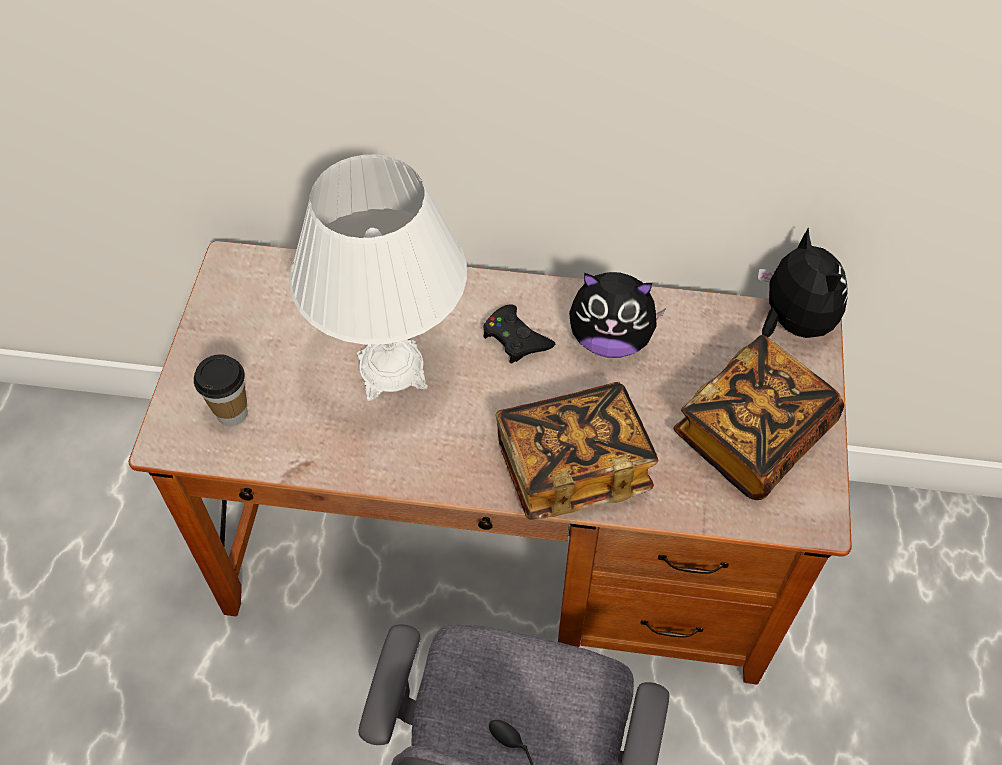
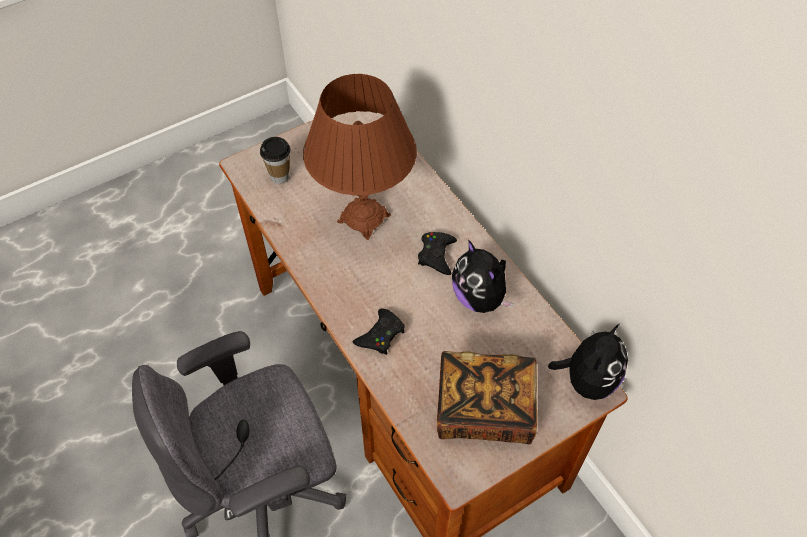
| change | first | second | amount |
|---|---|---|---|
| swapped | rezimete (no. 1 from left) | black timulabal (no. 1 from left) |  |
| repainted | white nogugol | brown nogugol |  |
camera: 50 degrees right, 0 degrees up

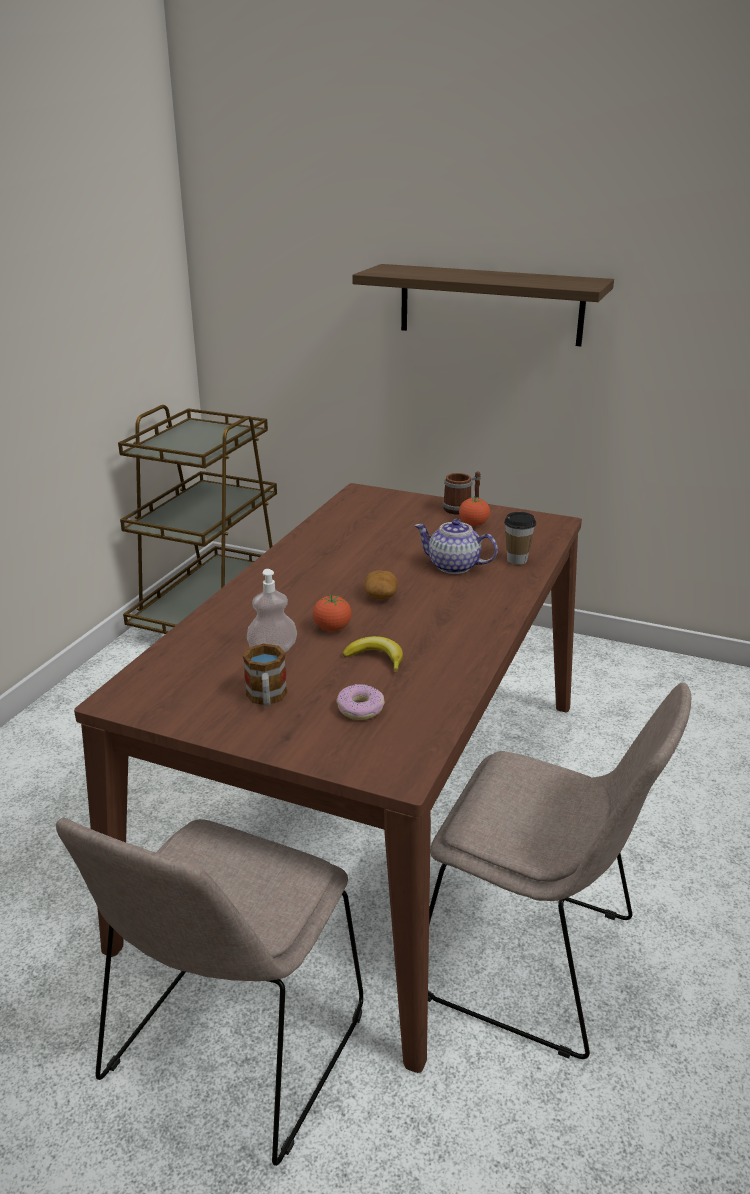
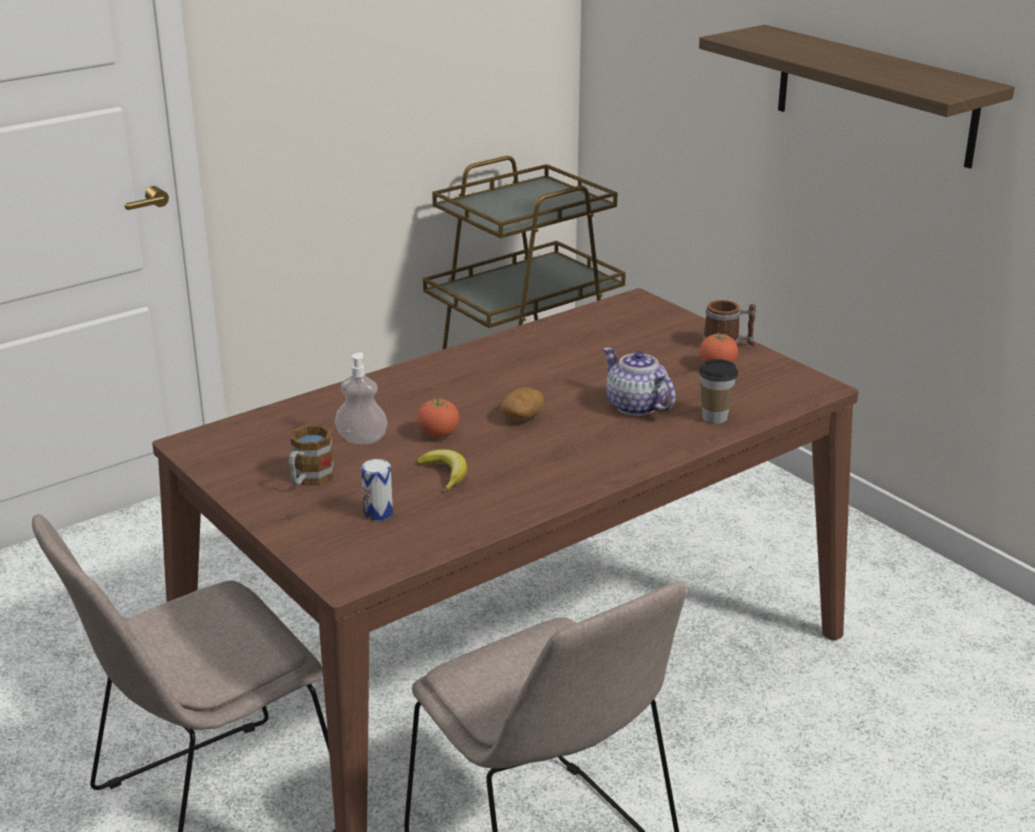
| change | first | second | amount |
|---|---|---|---|
| swapped | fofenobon | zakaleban |  |
camera: 30 degrees right, 0 degrees up

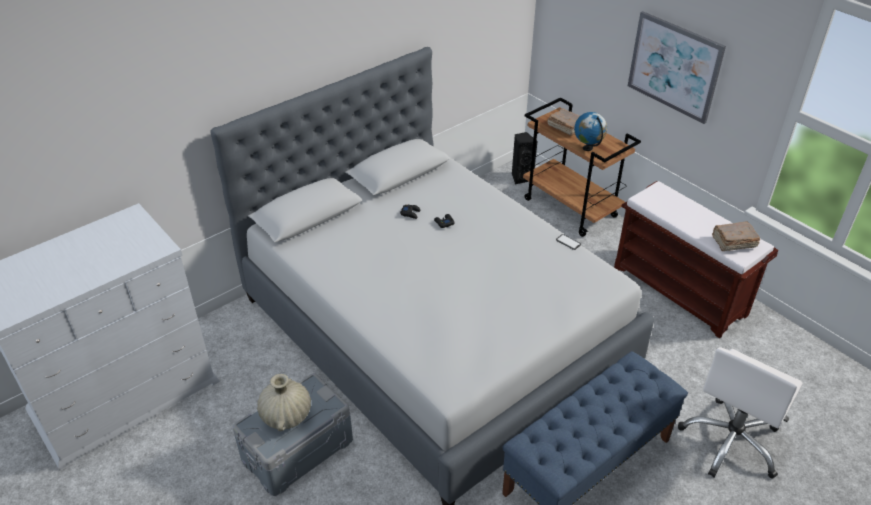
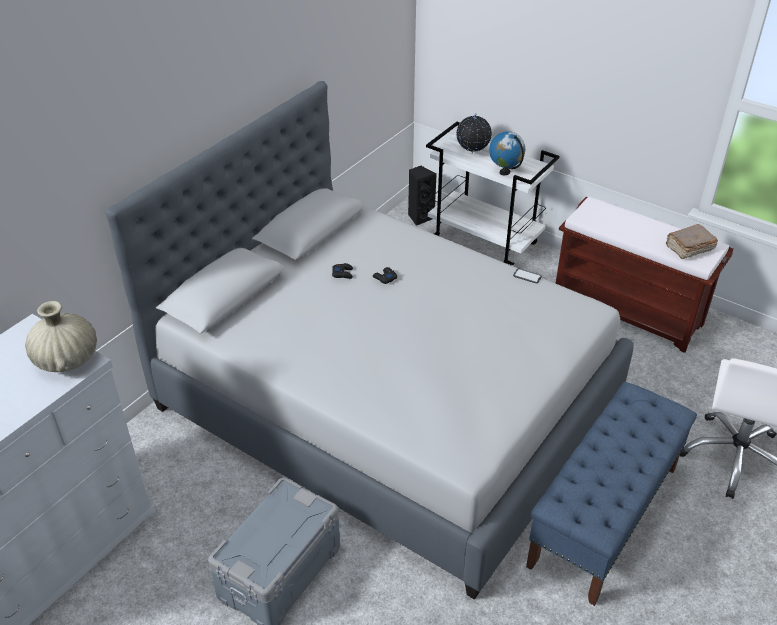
| change | first | second | amount |
|---|---|---|---|
| gone | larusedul |  |  |
| shifted | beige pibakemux |  |  |
| swapped | brown rezimete (no. 1 from left) | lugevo (no. 1 from left) |  |
| repainted | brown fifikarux | white fifikarux |  |
camera: 15 degrees left, 0 degrees up

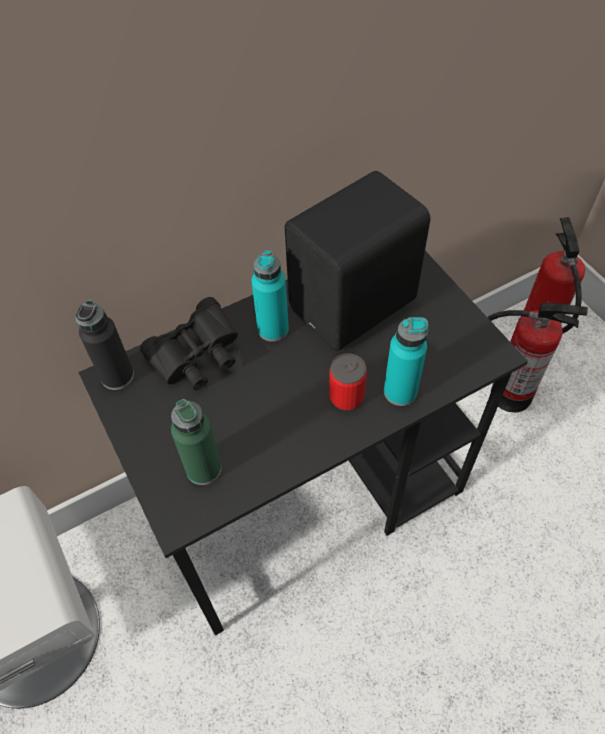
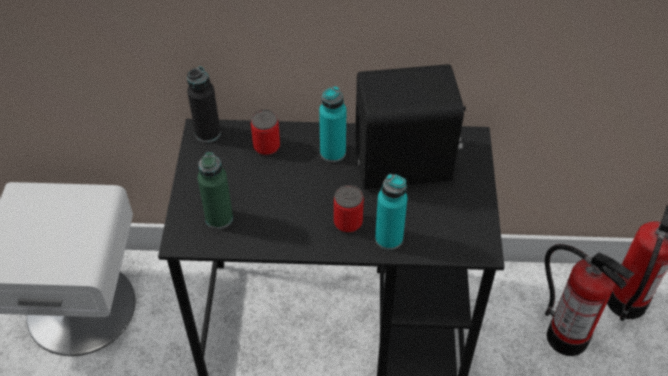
| change | first | second | amount |
|---|---|---|---|
| swapped | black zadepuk | zakaleban (no. 1 from left) |  |
camera: 30 degrees right, 5 degrees down

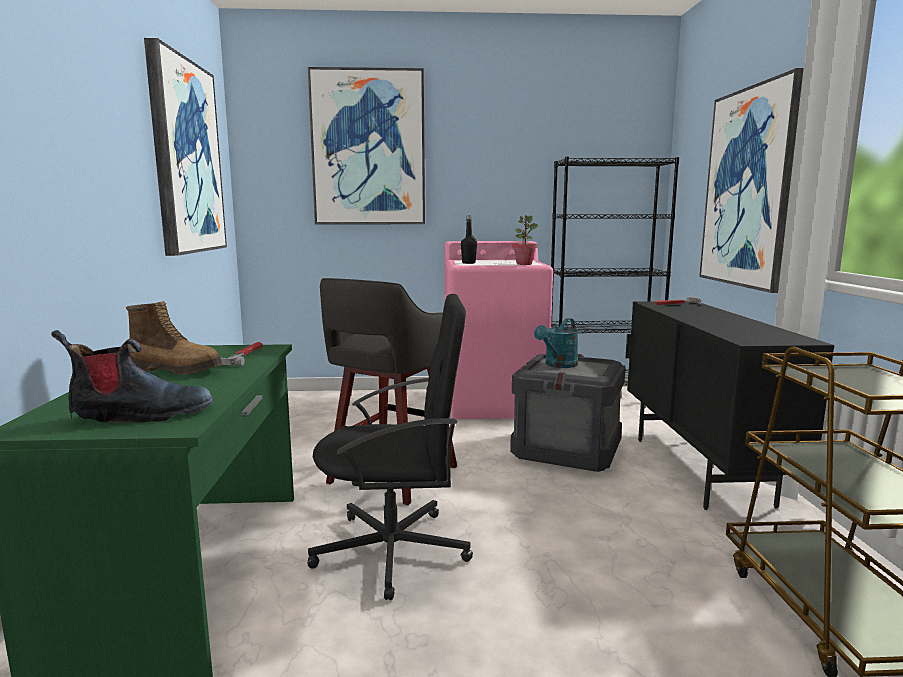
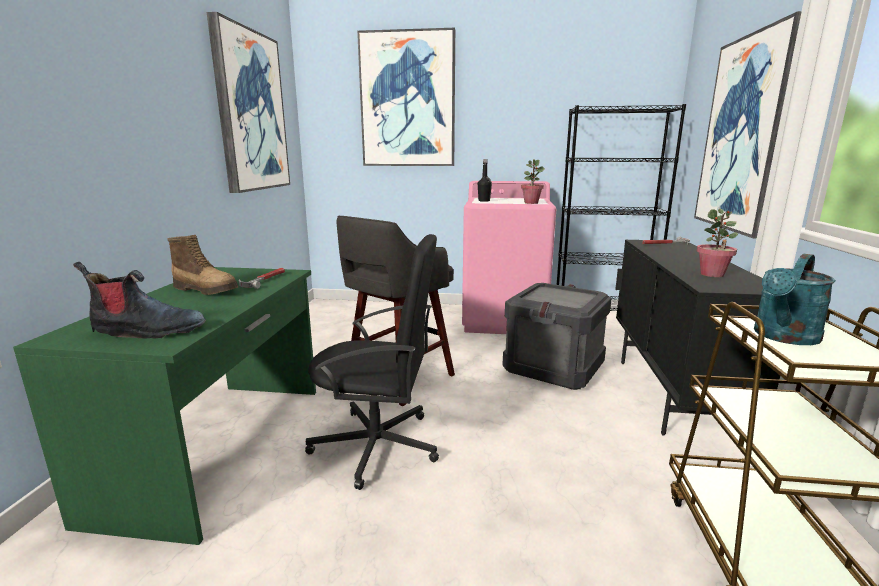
| change | first | second | amount |
|---|---|---|---|
| new |  | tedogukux (no. 2 from left) |  |
| shifted | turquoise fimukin |  |  |
camera: 10 degrees right, 5 degrees up

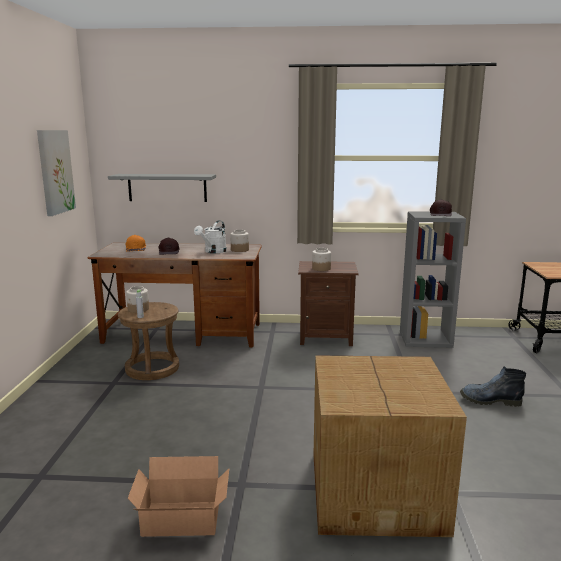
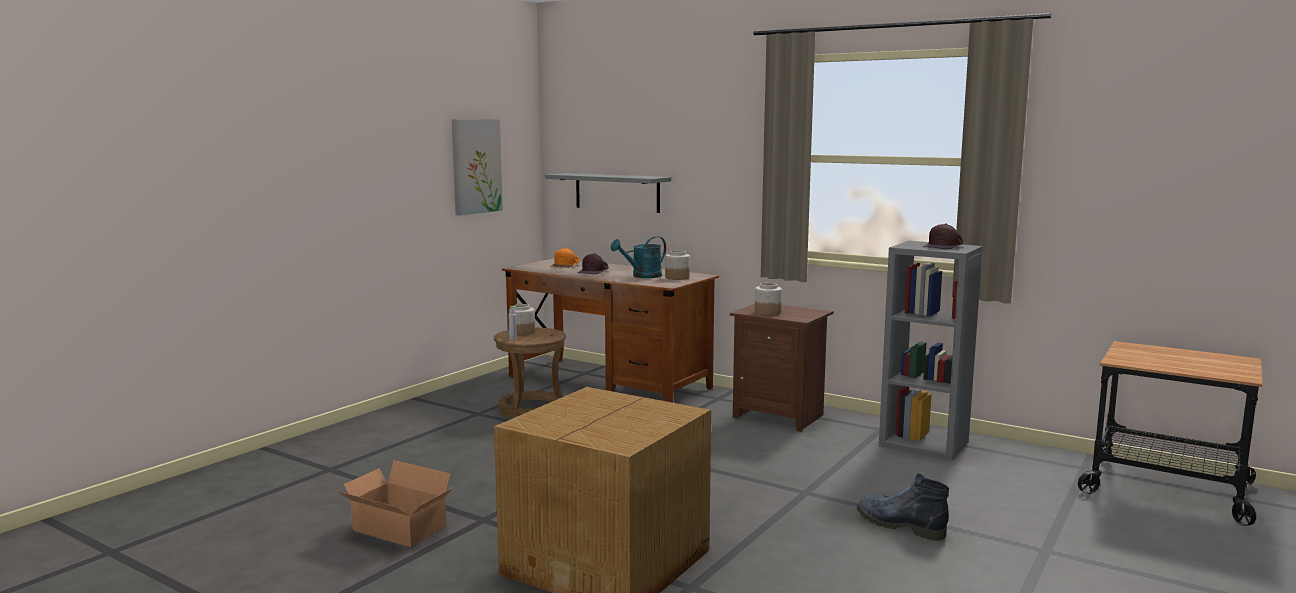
| change | first | second | amount |
|---|---|---|---|
| repainted | white fimukin | turquoise fimukin |  |
camera: 30 degrees right, 5 degrees down

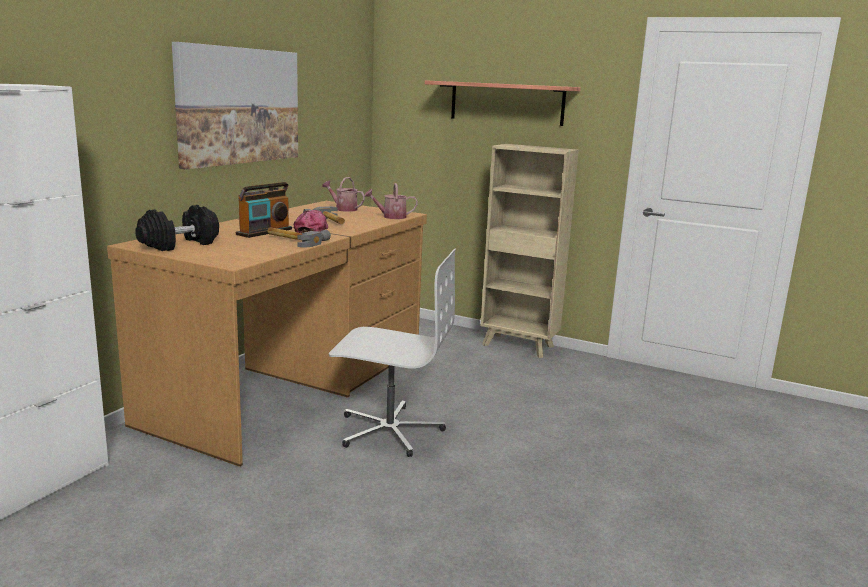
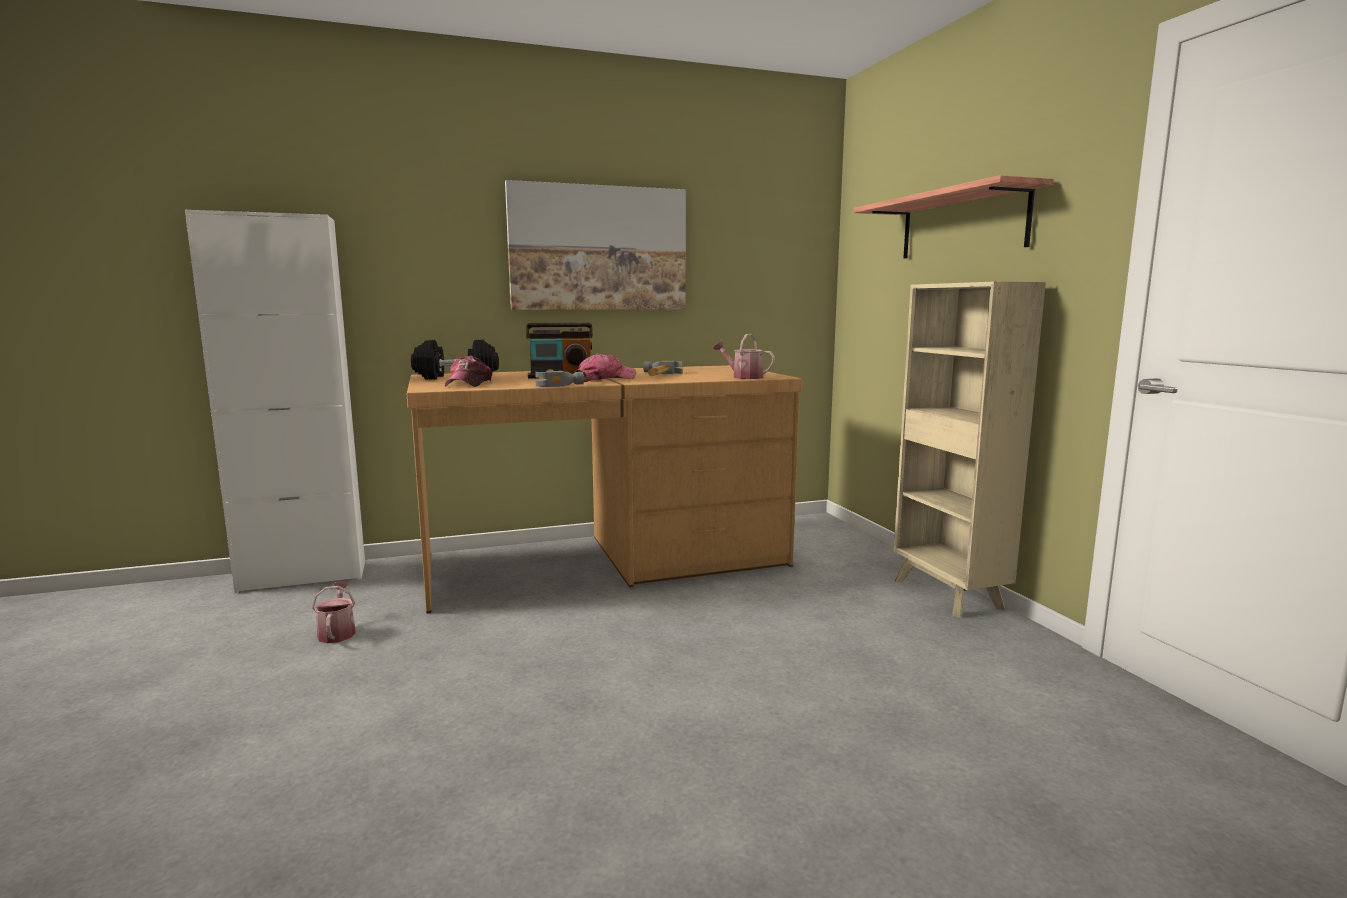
| change | first | second | amount |
|---|---|---|---|
| gone | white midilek |  |  |
| new |  | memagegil (no. 1 from left) |  |
| shifted | fimukin (no. 1 from left) |  |  |
camera: 45 degrees right, 5 degrees down

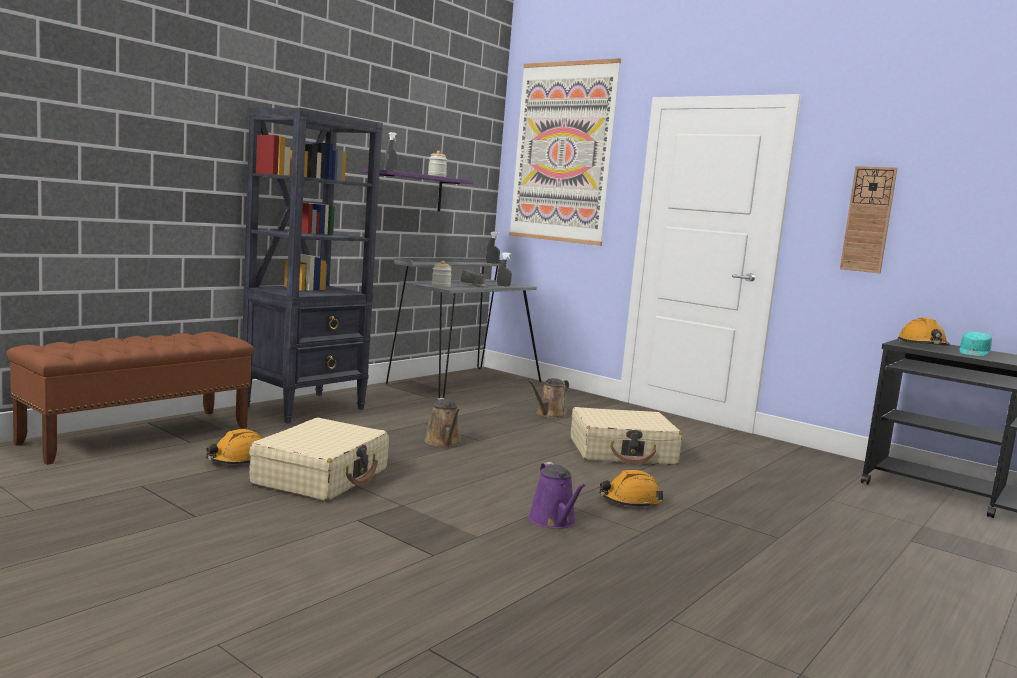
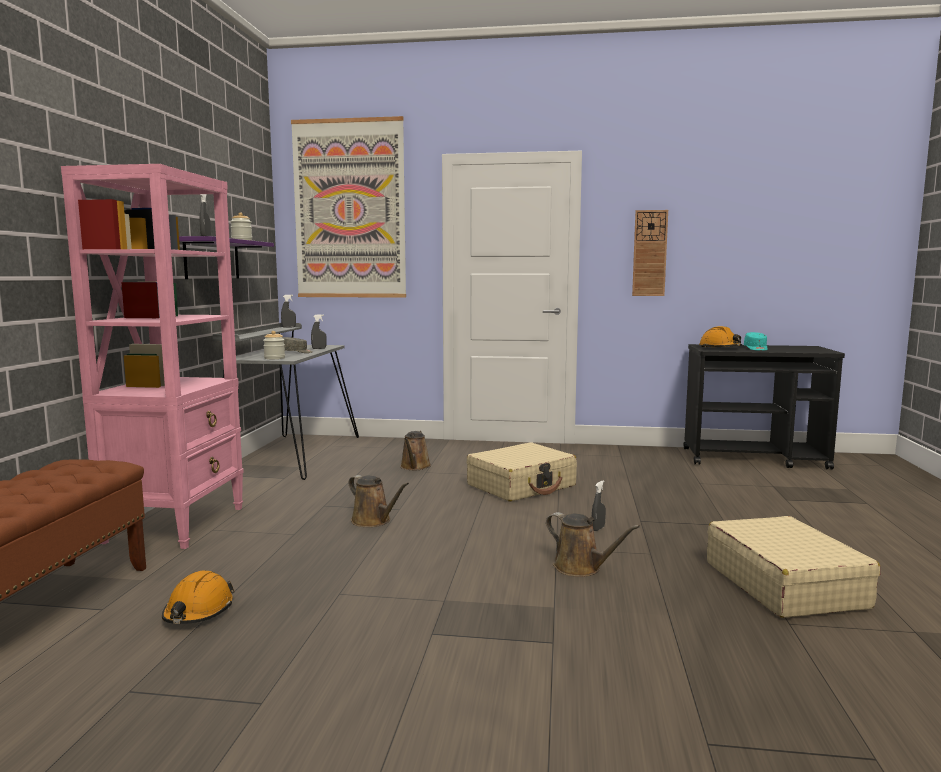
| change | first | second | amount |
|---|---|---|---|
| shifted | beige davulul (no. 1 from left in the first image) | beige davulul (no. 2 from left) |  |
| swapped | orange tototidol (no. 2 from left) | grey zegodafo (no. 4 from left) |  |
| repainted | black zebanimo | pink zebanimo |  |
| repainted | purple fimukin | brown fimukin (no. 3 from left) |  |
camera: 30 degrees left, 0 degrees up

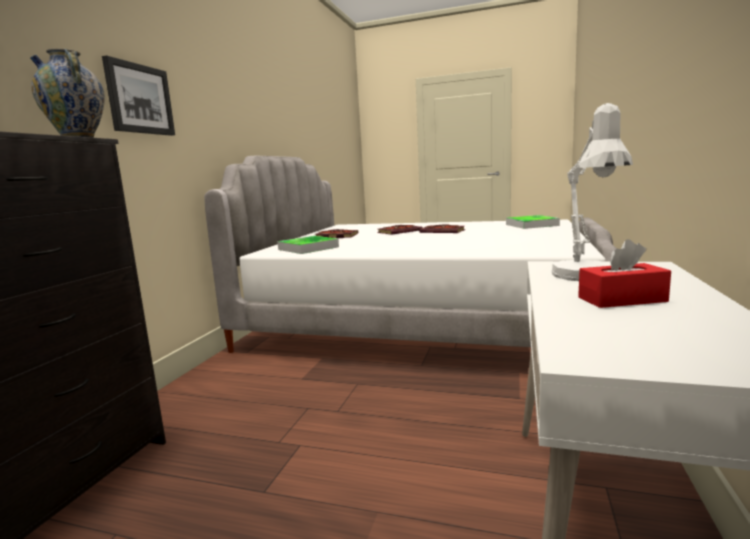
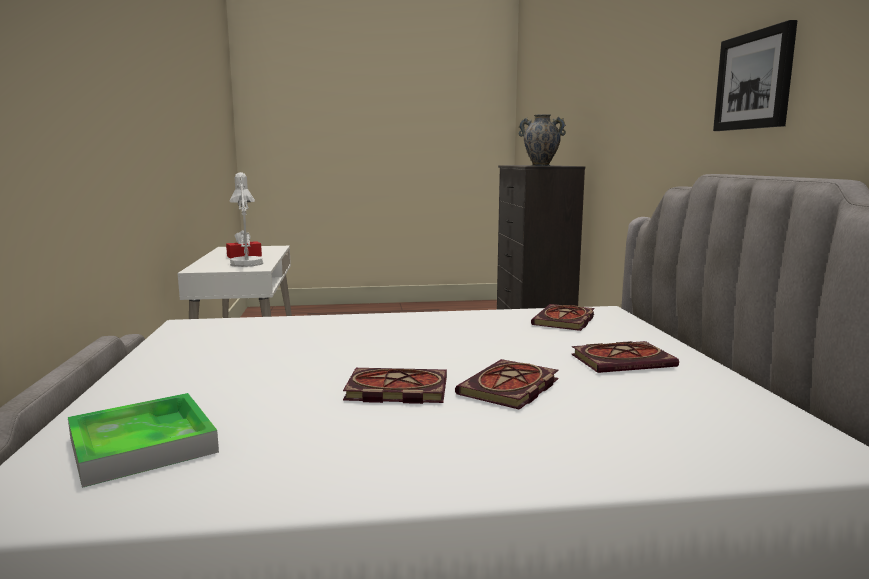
| change | first | second | amount |
|---|---|---|---|
| shifted | larusedul |  |  |
| swapped | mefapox (no. 1 from left) | rezimete (no. 3 from left) |  |
camera: 155 degrees right, 0 degrees up

